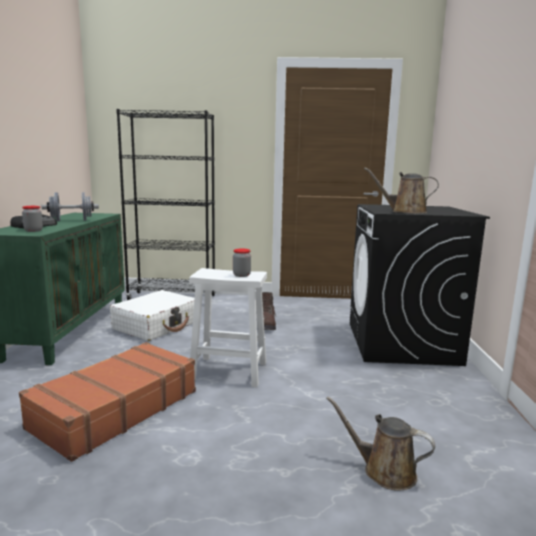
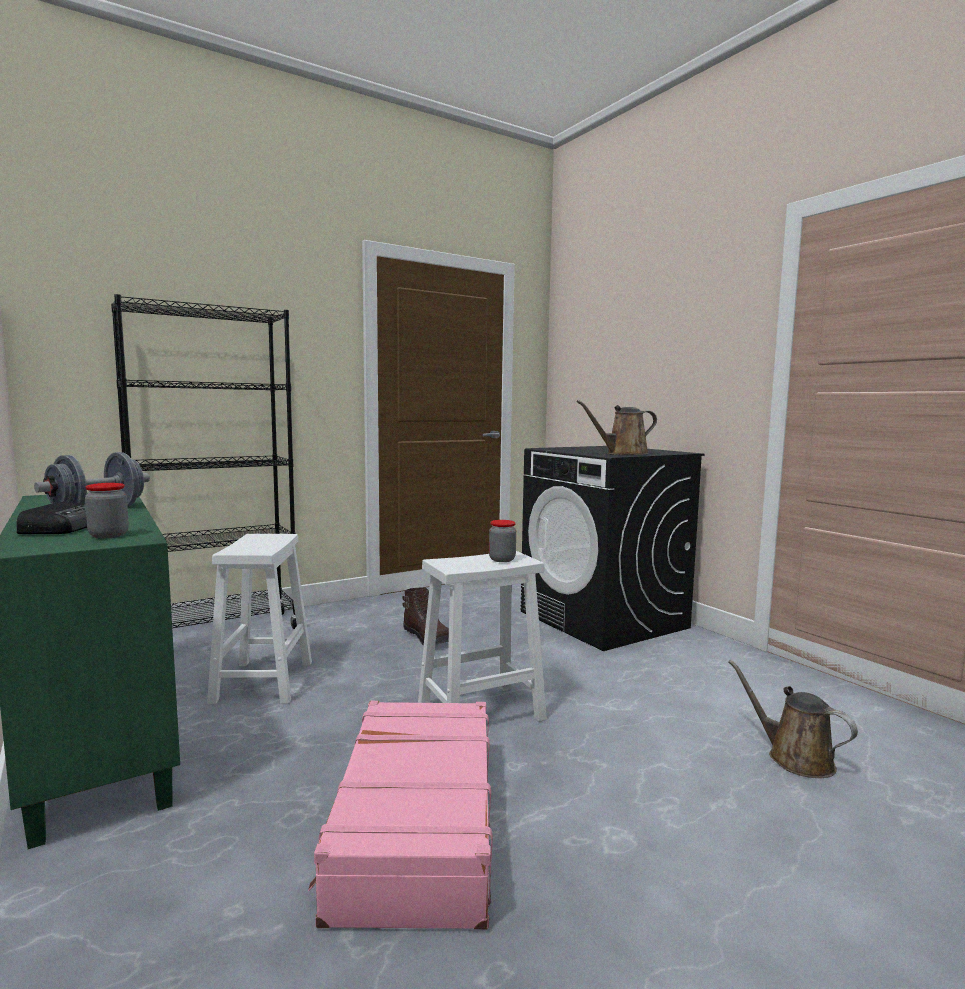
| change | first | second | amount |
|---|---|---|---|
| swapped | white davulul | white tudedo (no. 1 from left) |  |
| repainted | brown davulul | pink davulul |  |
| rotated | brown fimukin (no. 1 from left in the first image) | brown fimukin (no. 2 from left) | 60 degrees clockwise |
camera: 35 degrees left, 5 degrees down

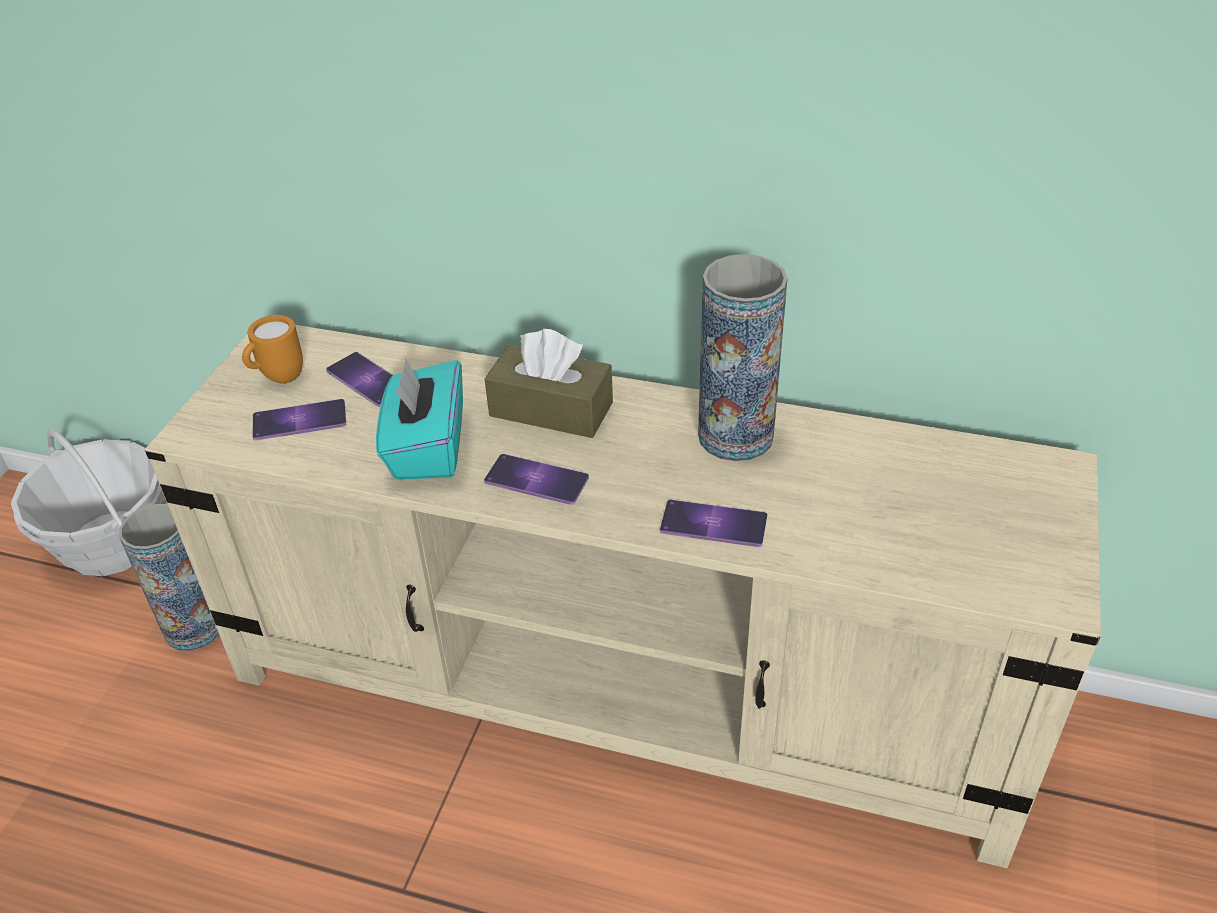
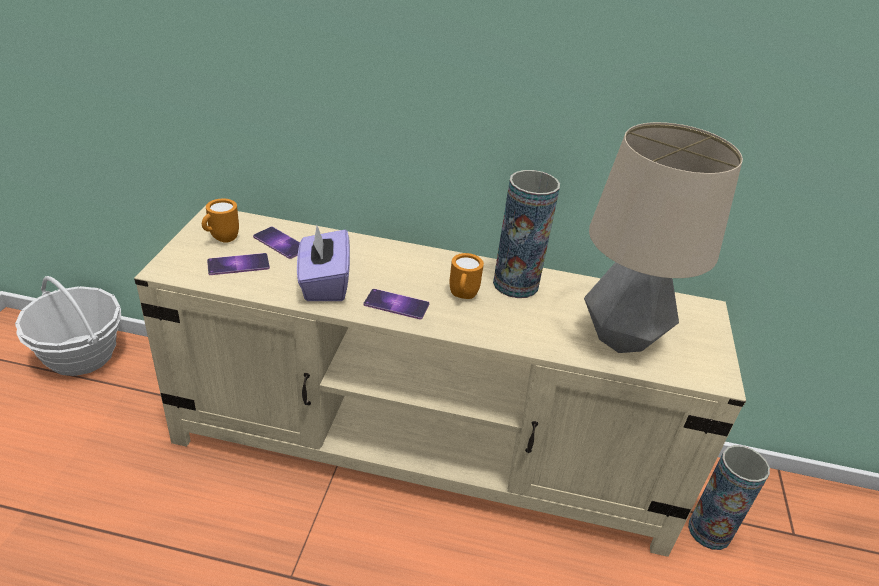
| change | first | second | amount |
|---|---|---|---|
| gone | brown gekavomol |  |  |
| gone | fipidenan (no. 4 from left) |  |  |
| new |  | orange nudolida (no. 2 from left) |  |
| new |  | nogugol |  |
| shifted | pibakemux (no. 1 from left in the first image) | pibakemux (no. 2 from left) |  |
| repainted | turquoise gekavomol | purple gekavomol |  |
camera: 10 degrees left, 5 degrees down

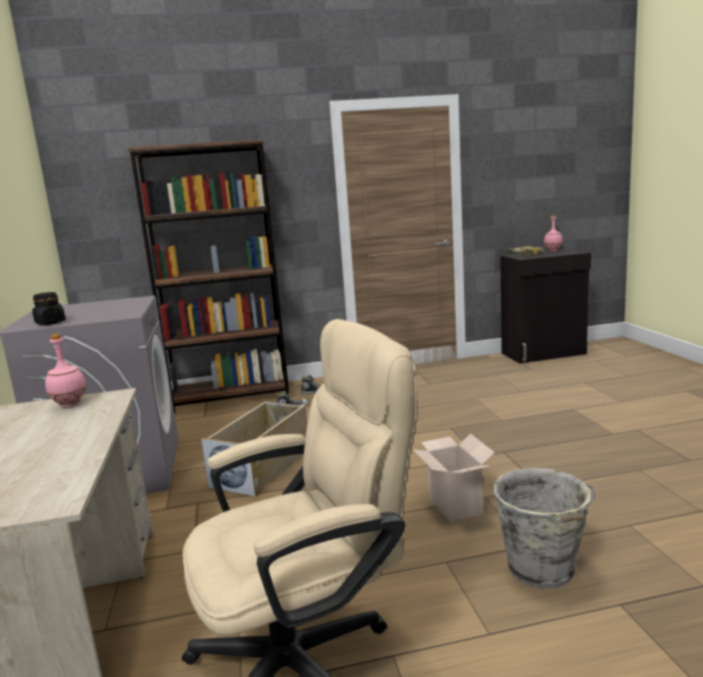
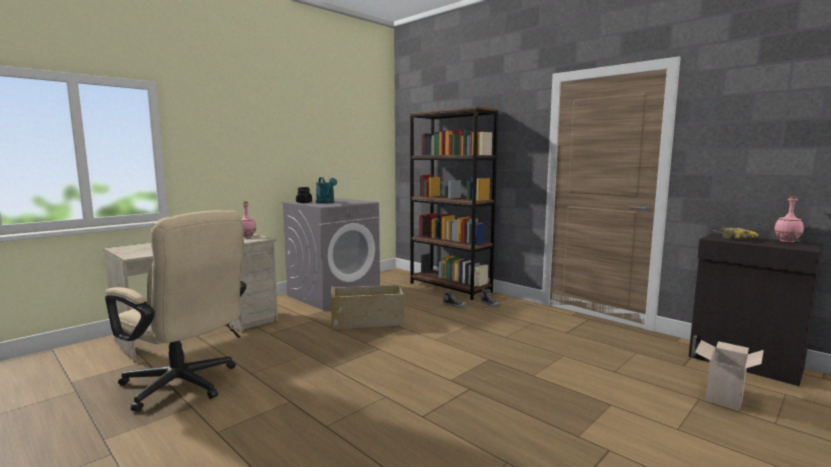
| change | first | second | amount |
|---|---|---|---|
| gone | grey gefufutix |  |  |
| new |  | turquoise fimukin |  |
| shifted | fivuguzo |  |  |
camera: 55 degrees right, 5 degrees down

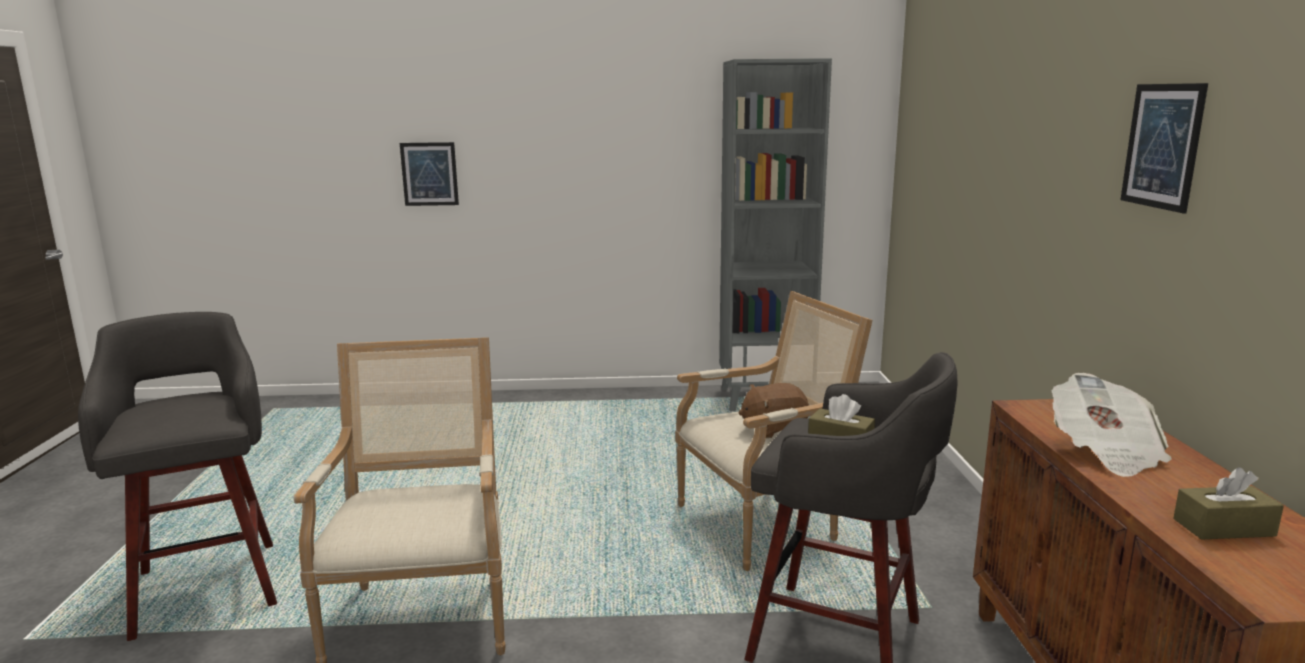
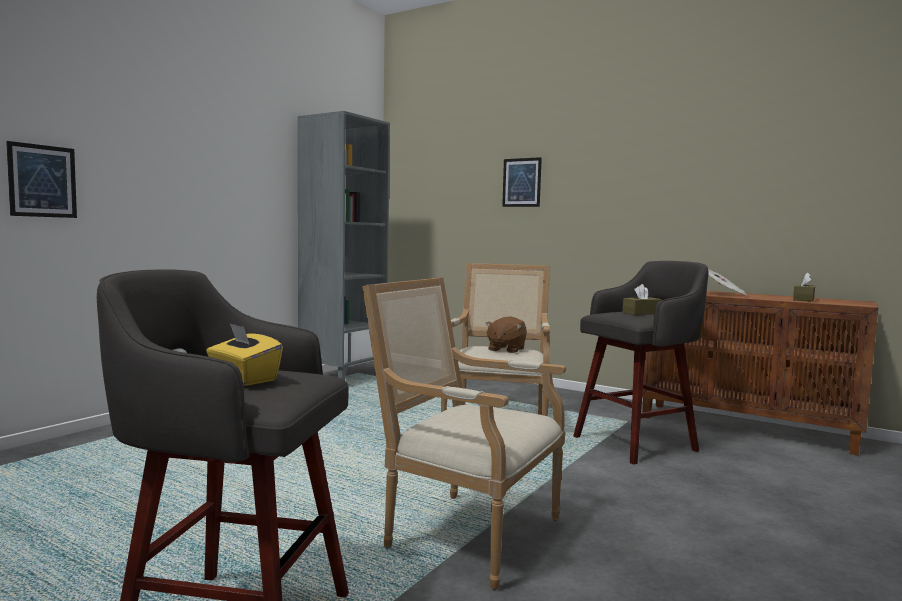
| change | first | second | amount |
|---|---|---|---|
| new |  | yellow gekavomol |  |
| shifted | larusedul (no. 2 from left) |  |  |
camera: 55 degrees left, 10 degrees down

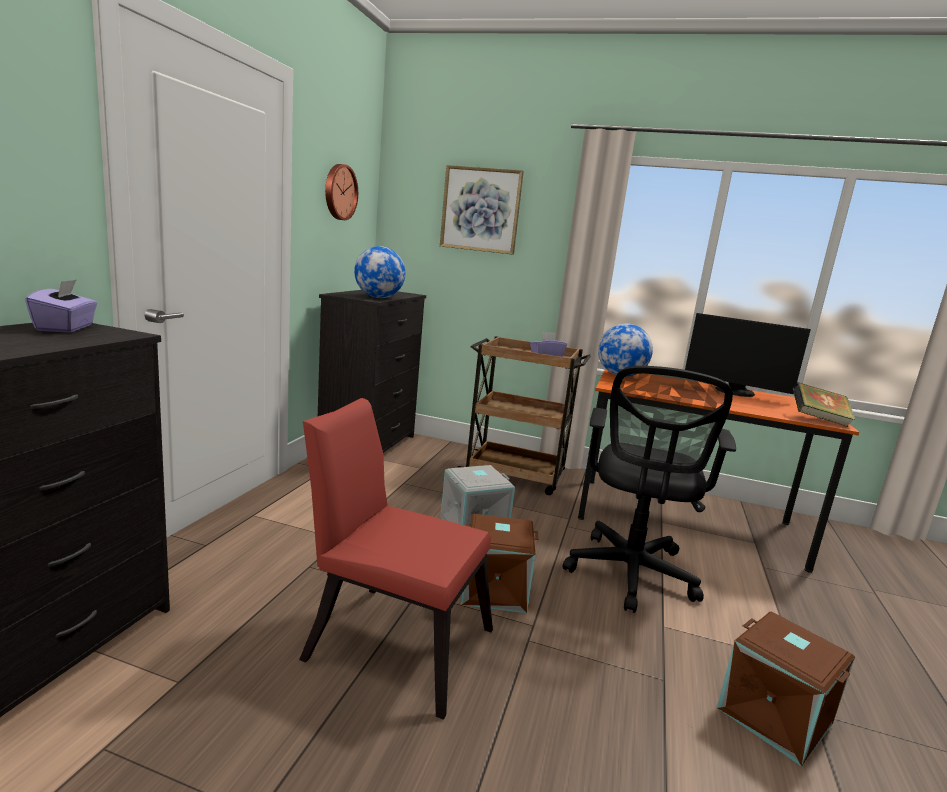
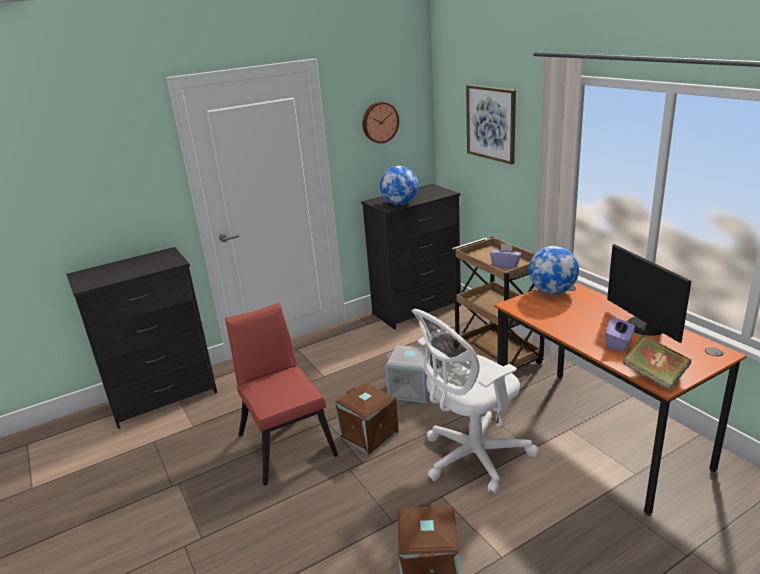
| change | first | second | amount |
|---|---|---|---|
| shifted | purple gekavomol (no. 1 from left in the first image) | purple gekavomol (no. 2 from left) |  |
| repainted | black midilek | white midilek |  |
camera: 45 degrees right, 10 degrees up

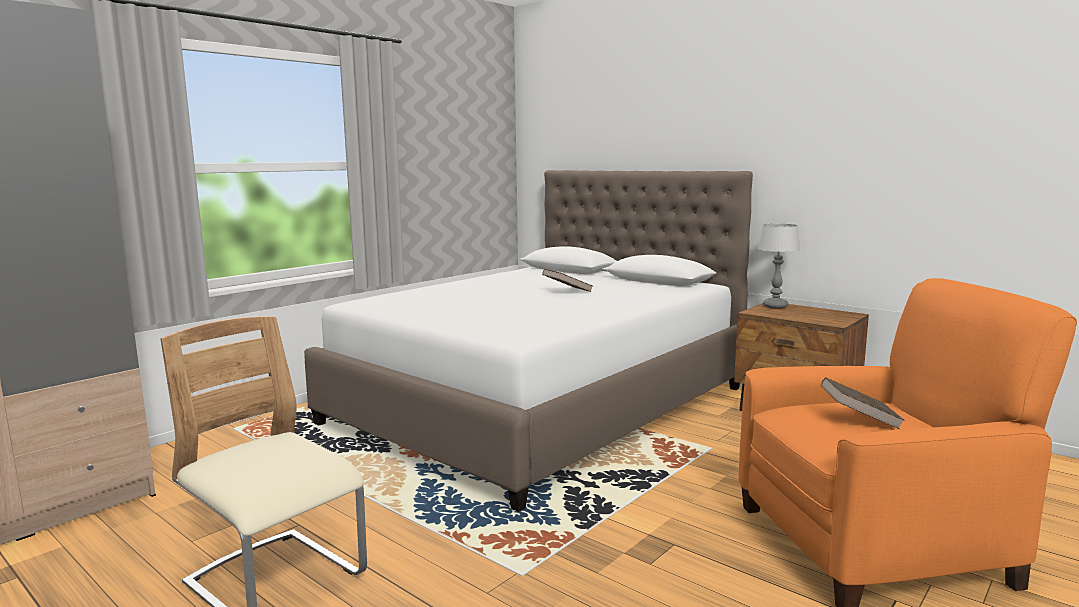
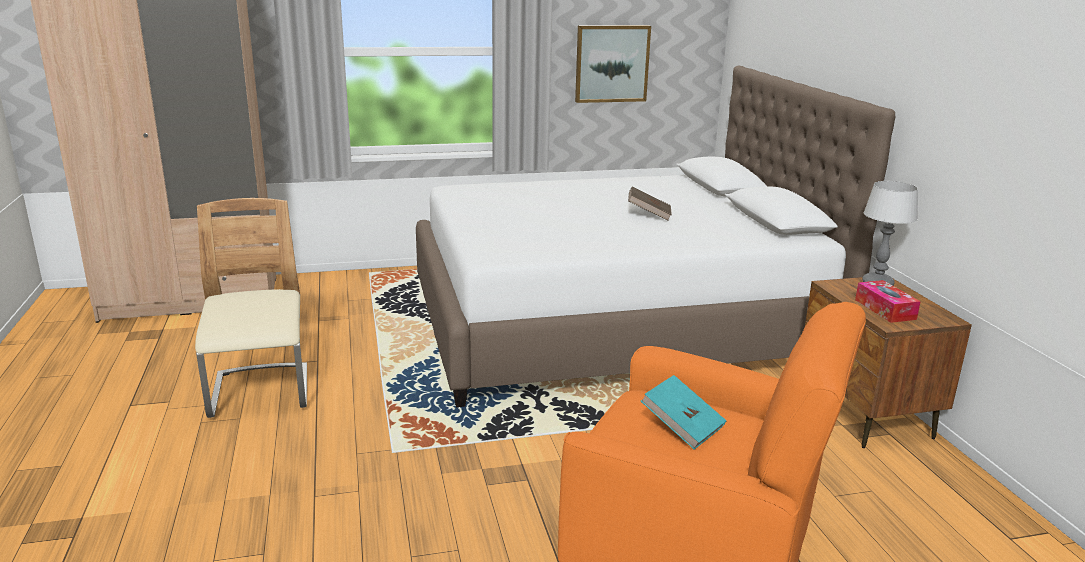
| change | first | second | amount |
|---|---|---|---|
| new |  | larusedul |  |
| new |  | gekavomol |  |
| repainted | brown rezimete (no. 2 from left) | turquoise rezimete |  |
camera: 35 degrees right, 10 degrees up

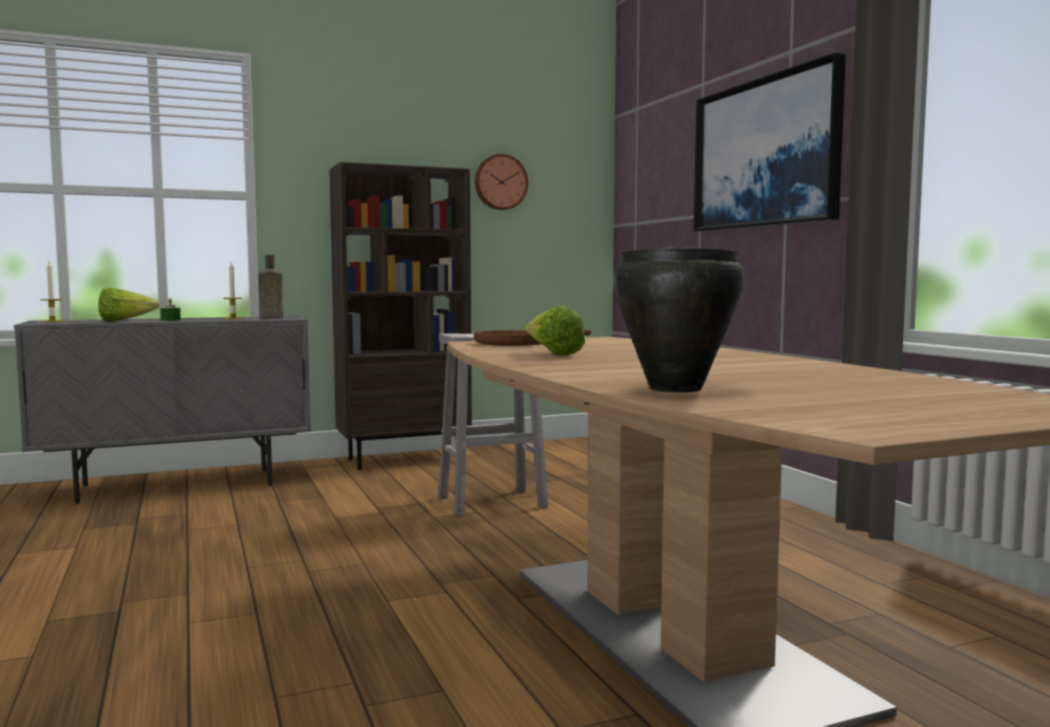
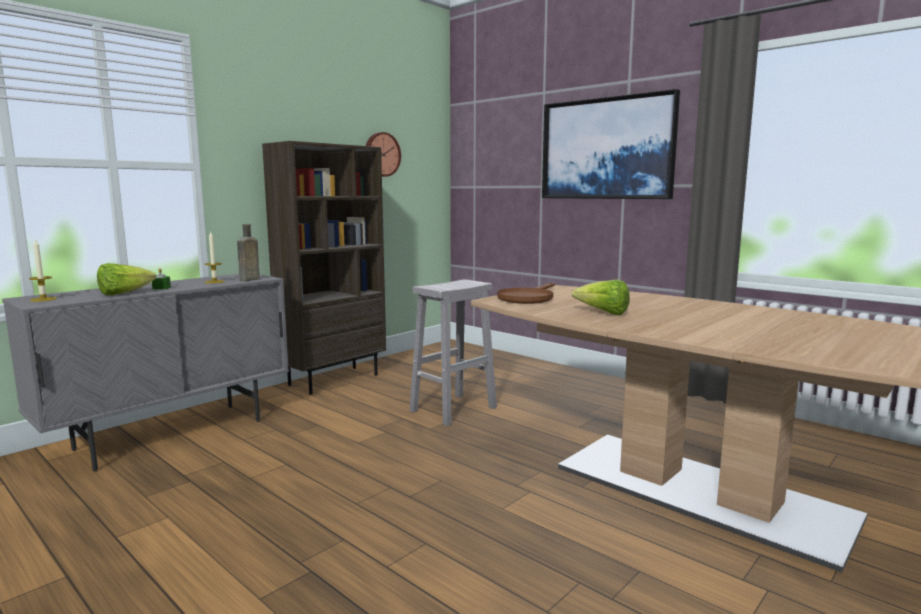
| change | first | second | amount |
|---|---|---|---|
| gone | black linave |  |  |
camera: 25 degrees left, 5 degrees up

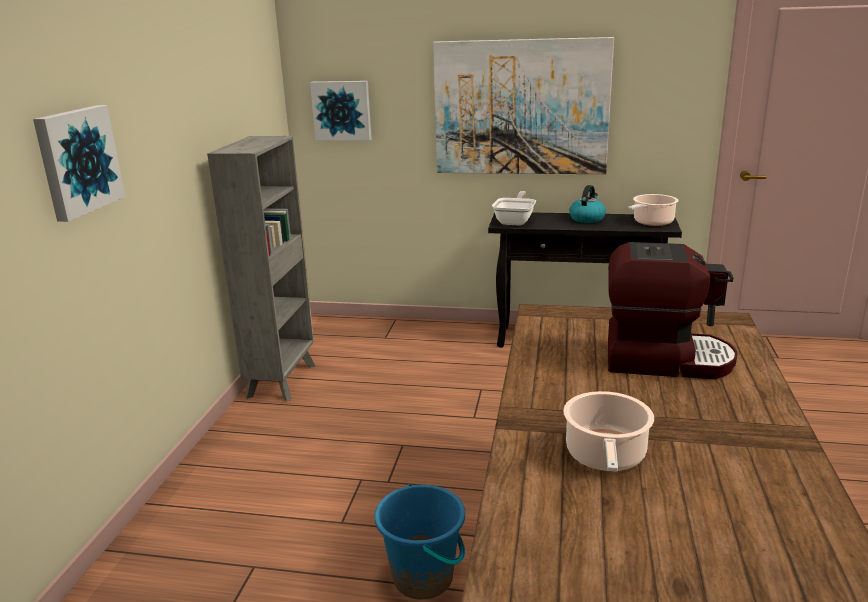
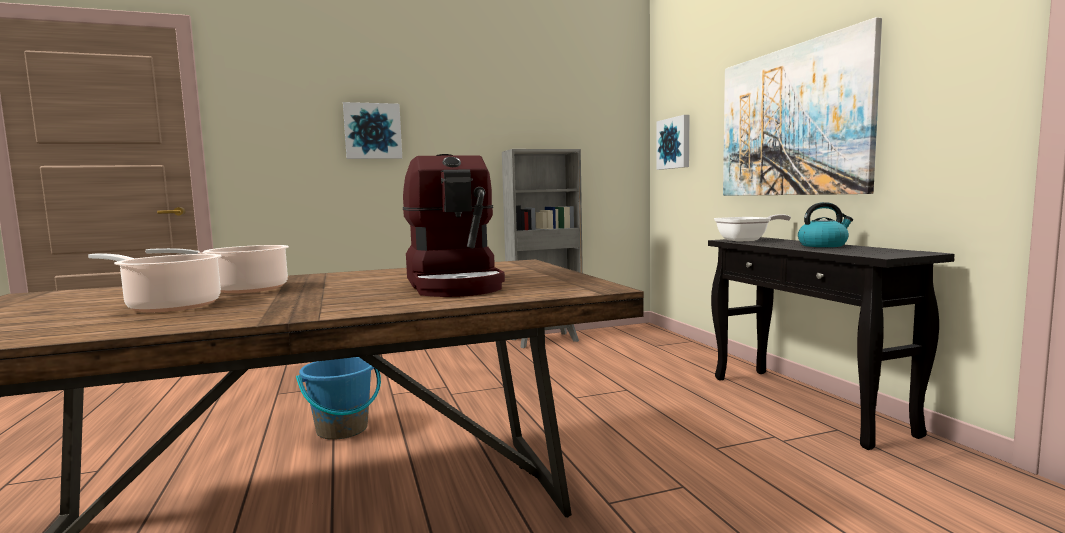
| change | first | second | amount |
|---|---|---|---|
| shifted | linave (no. 2 from left in the first image) | linave (no. 1 from left) |  |
camera: 60 degrees right, 15 degrees down

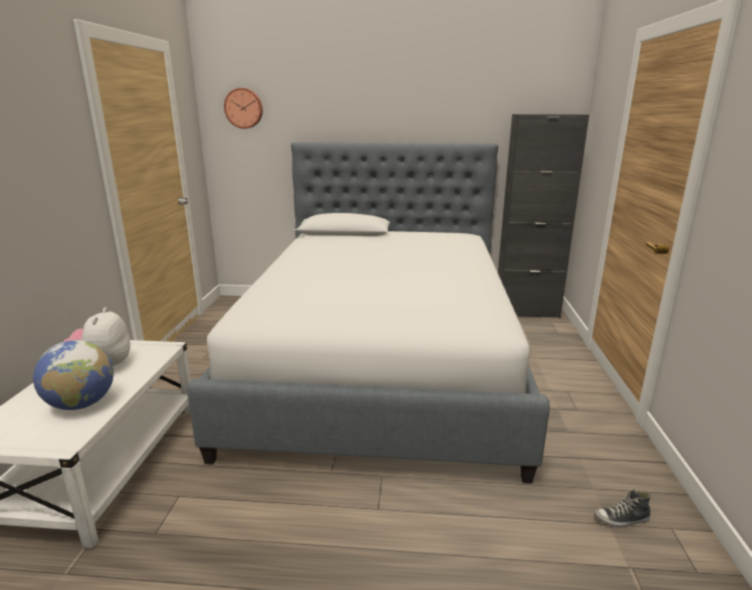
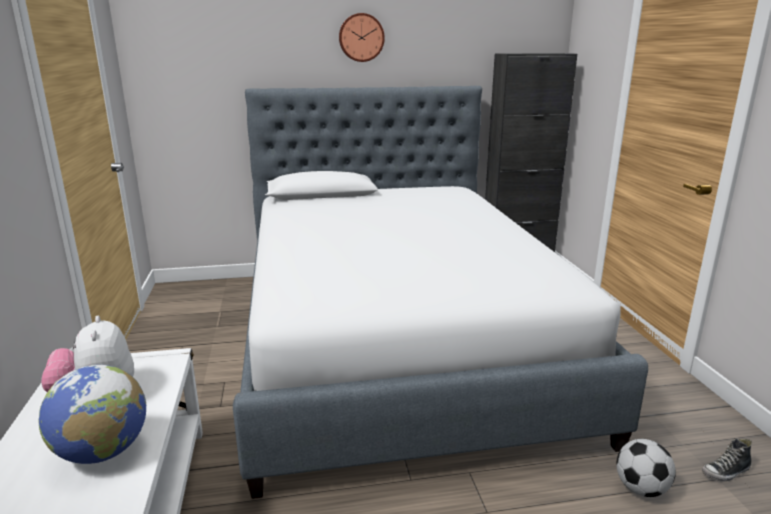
| change | first | second | amount |
|---|---|---|---|
| new |  | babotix |  |
| shifted | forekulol |  |  |
camera: 15 degrees left, 0 degrees up

